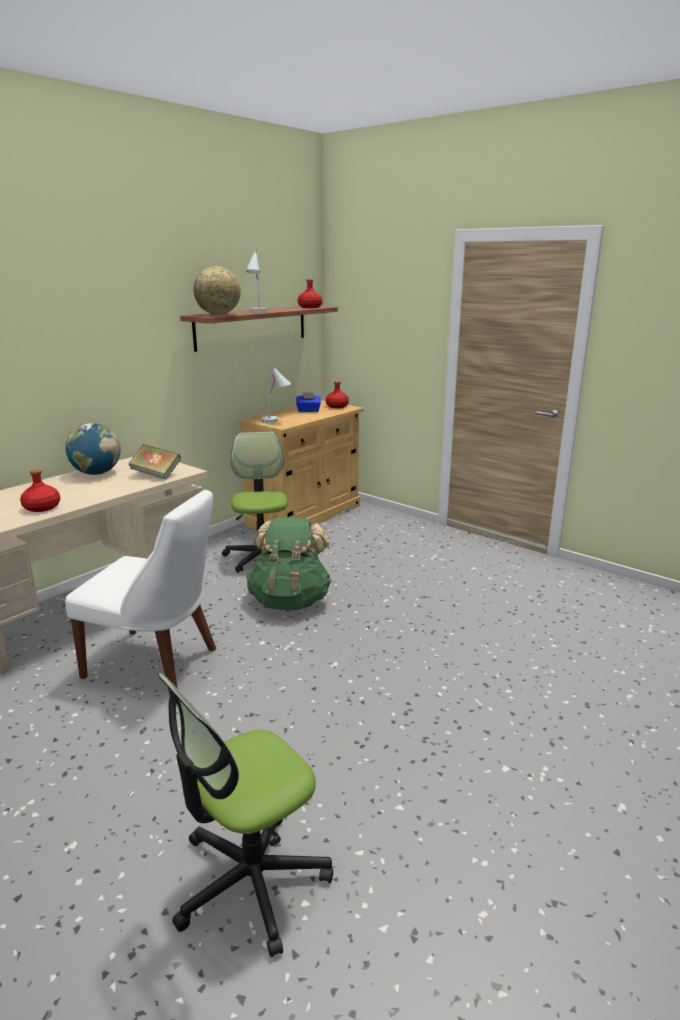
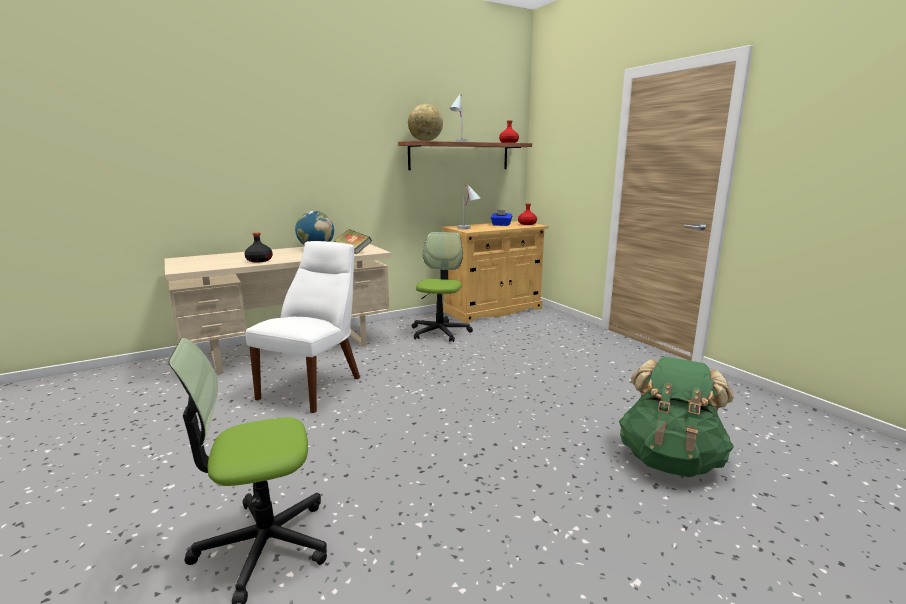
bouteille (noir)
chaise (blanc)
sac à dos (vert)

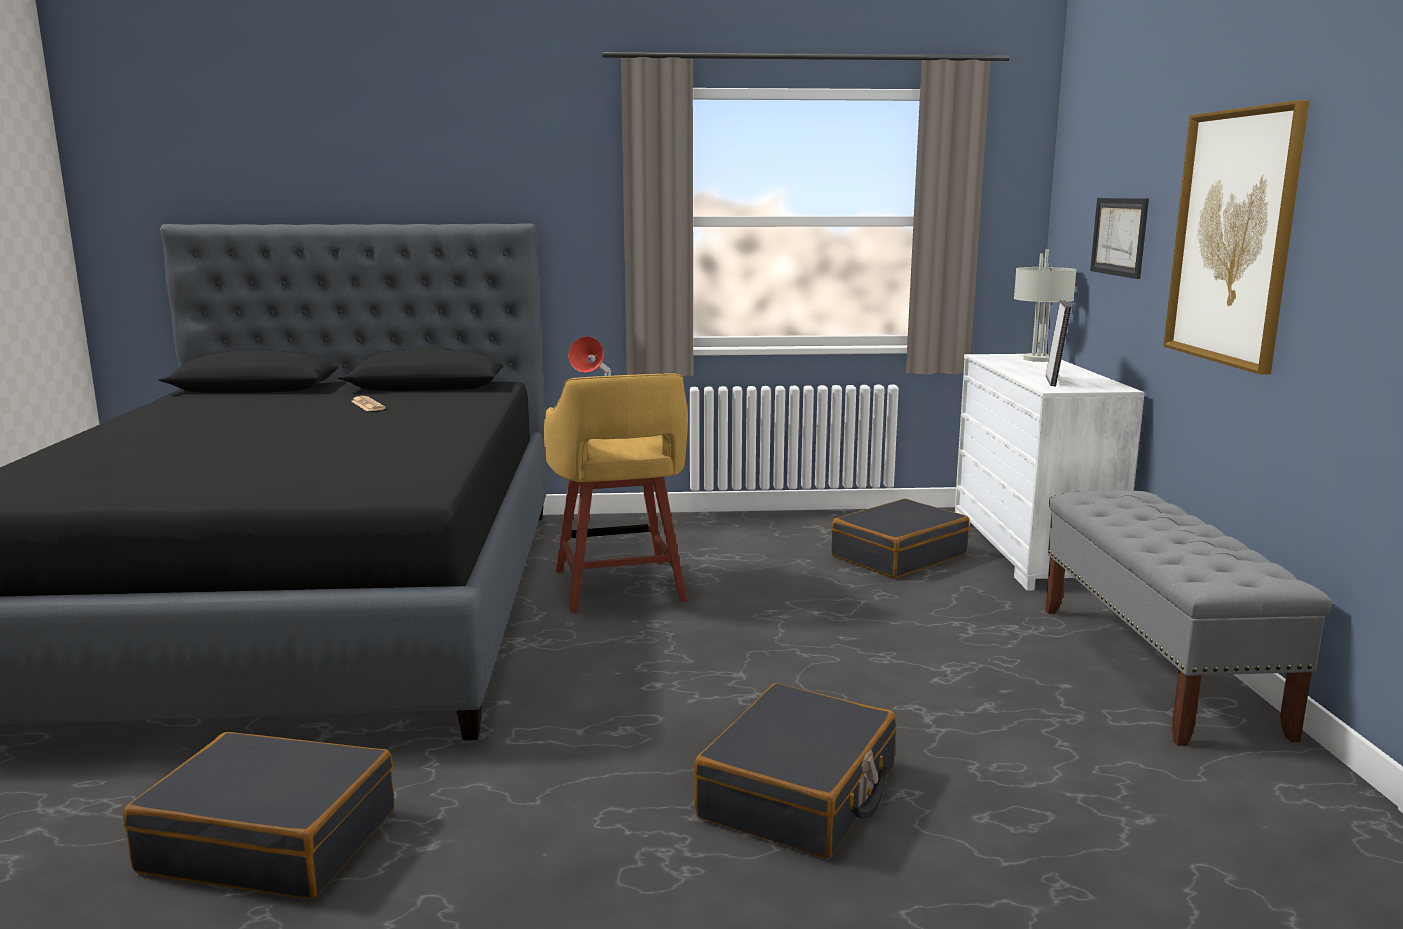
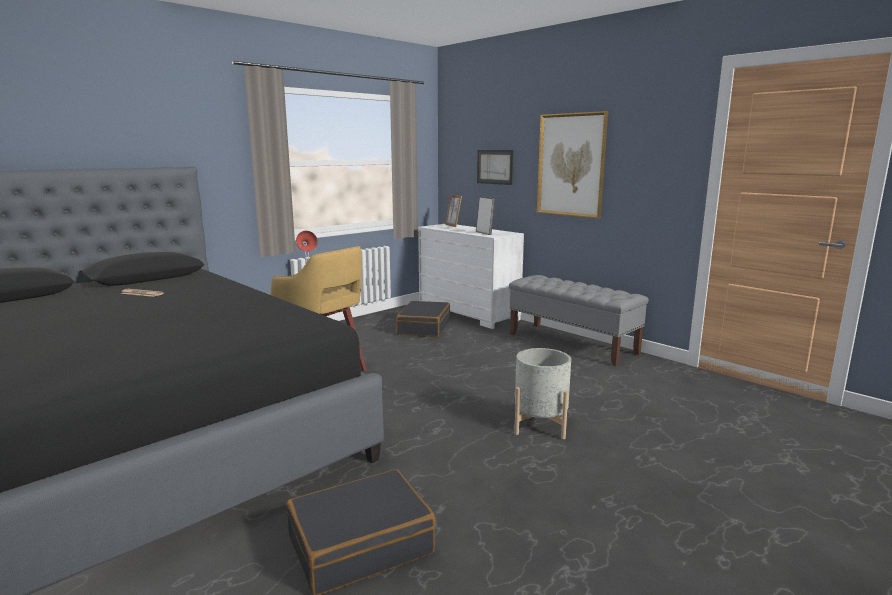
cadre photo (1st from left)
cache-pot (gris)

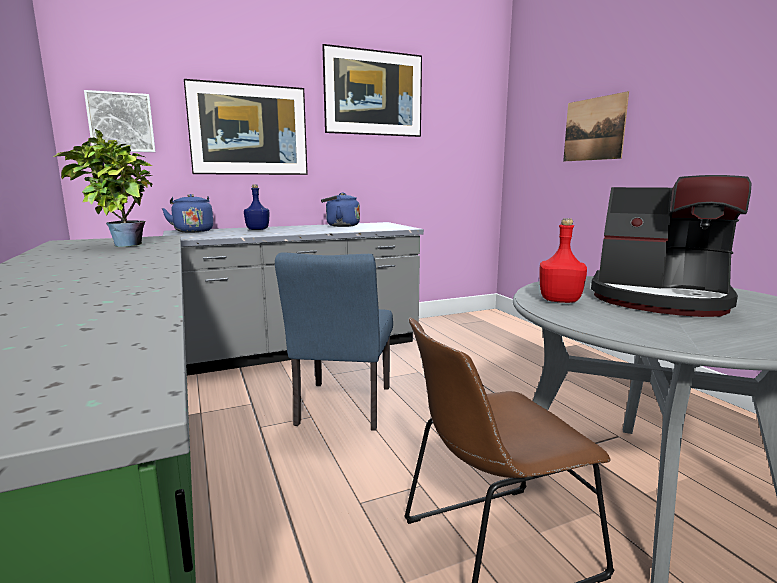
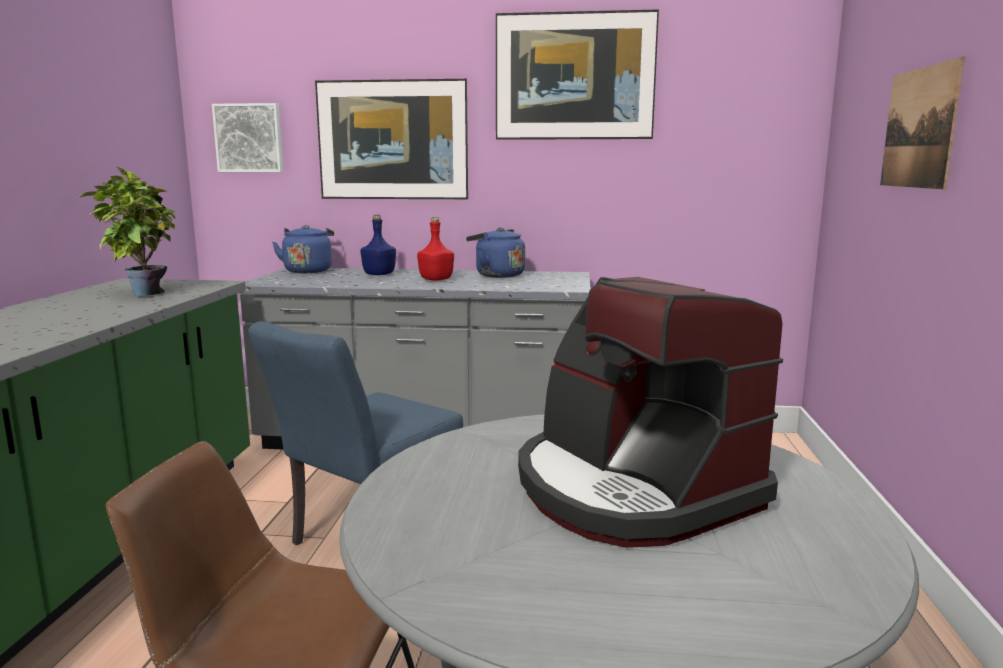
bouteille (rouge)

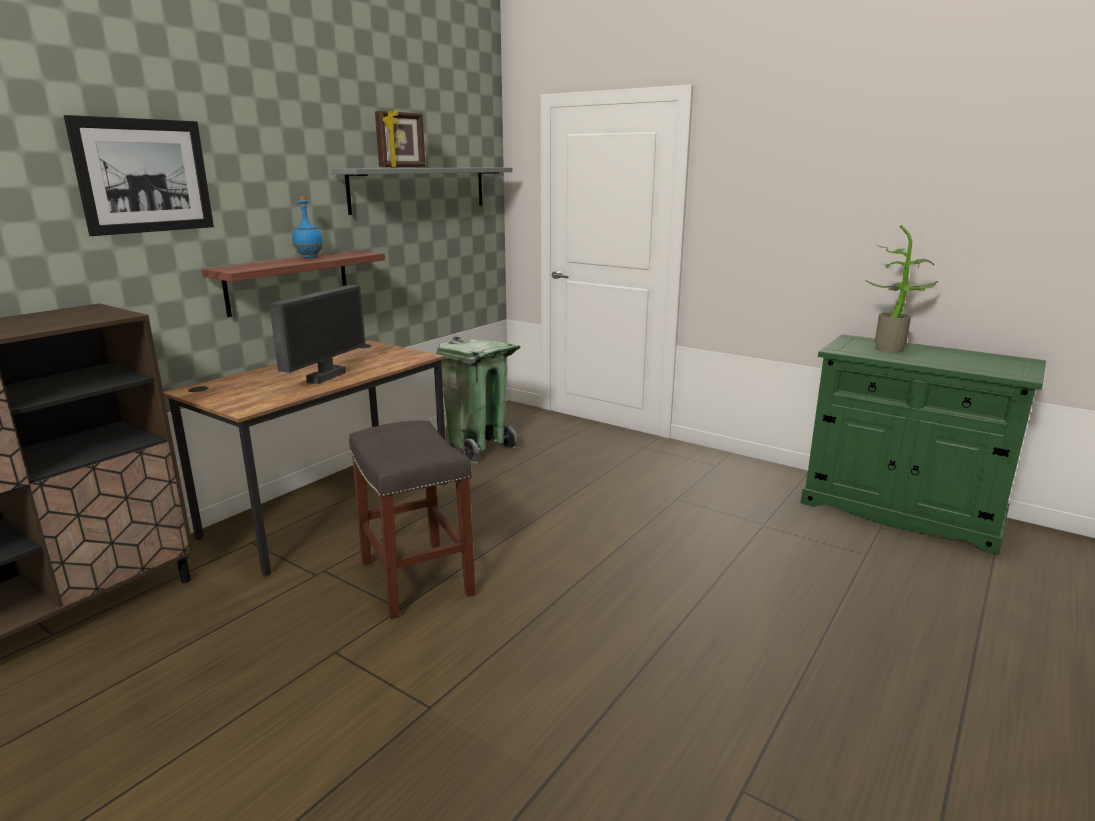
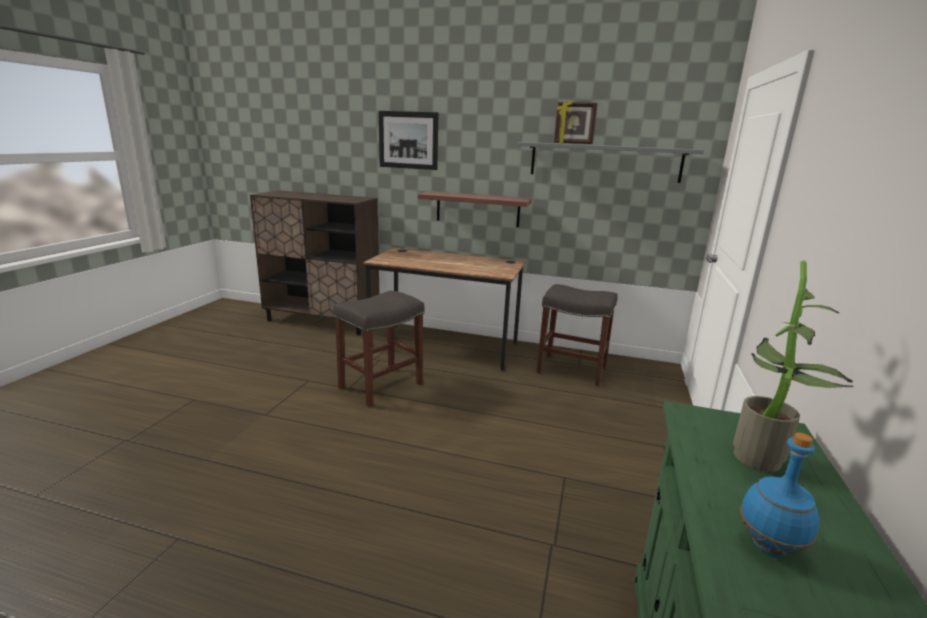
tabouret (gris) (2nd from left)
bouteille (bleu)
écran d'ordinateur

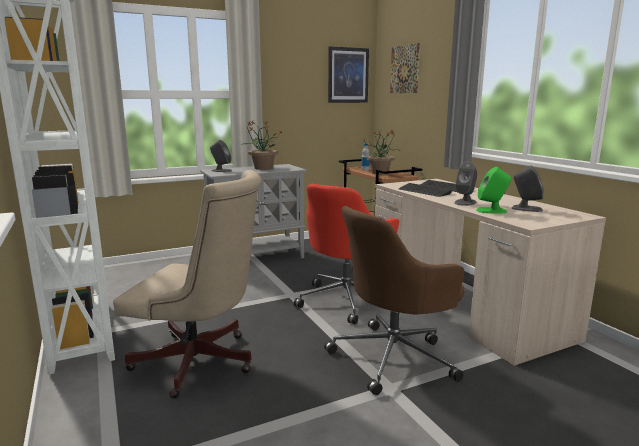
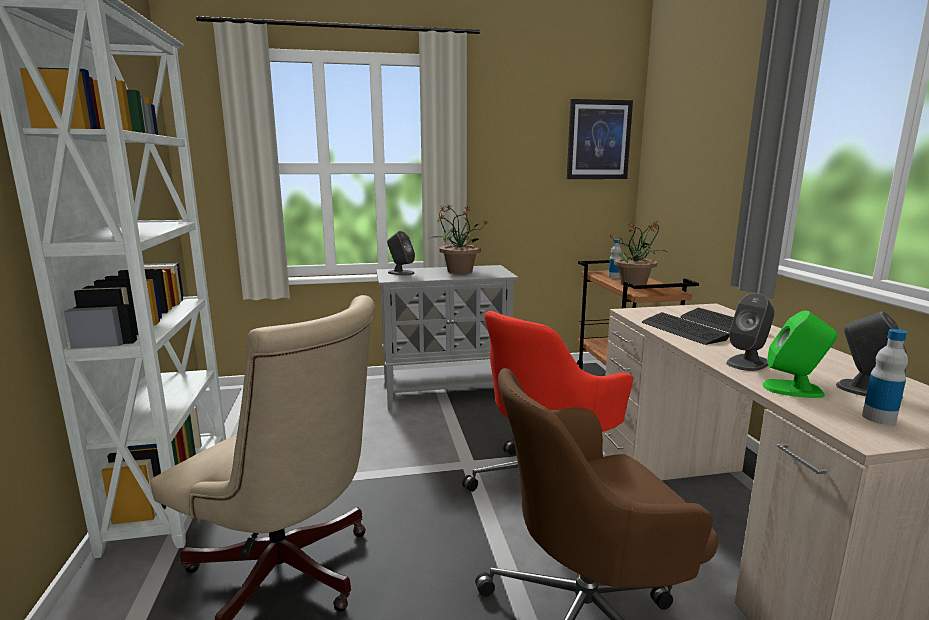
bouteille (2nd from left)
tableau (2nd from left in the first image)

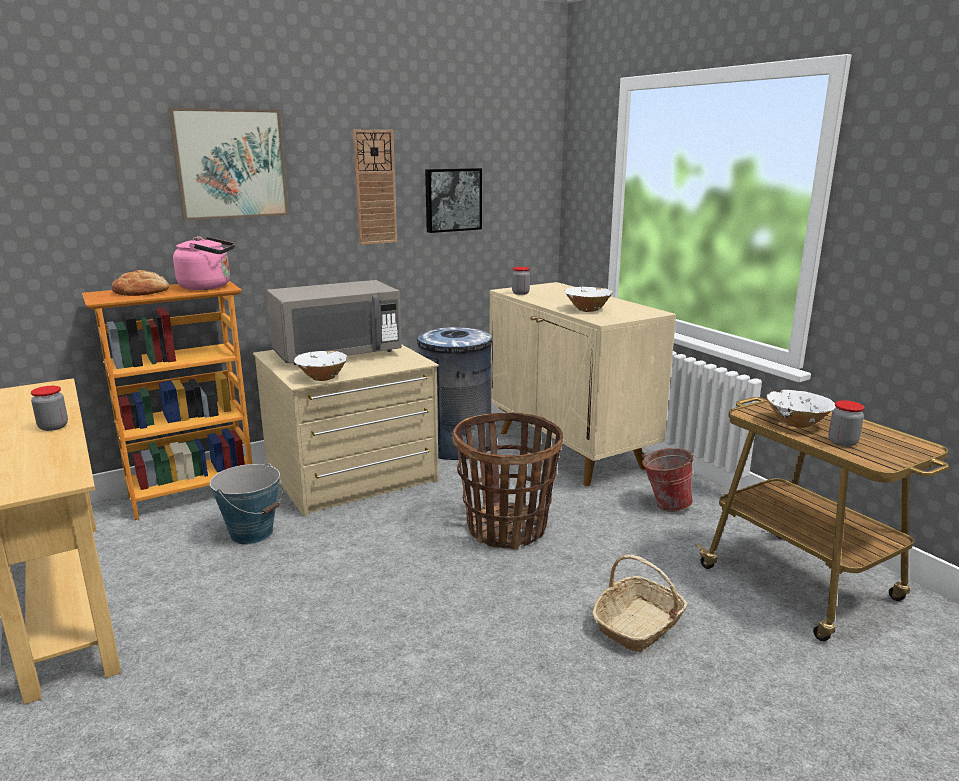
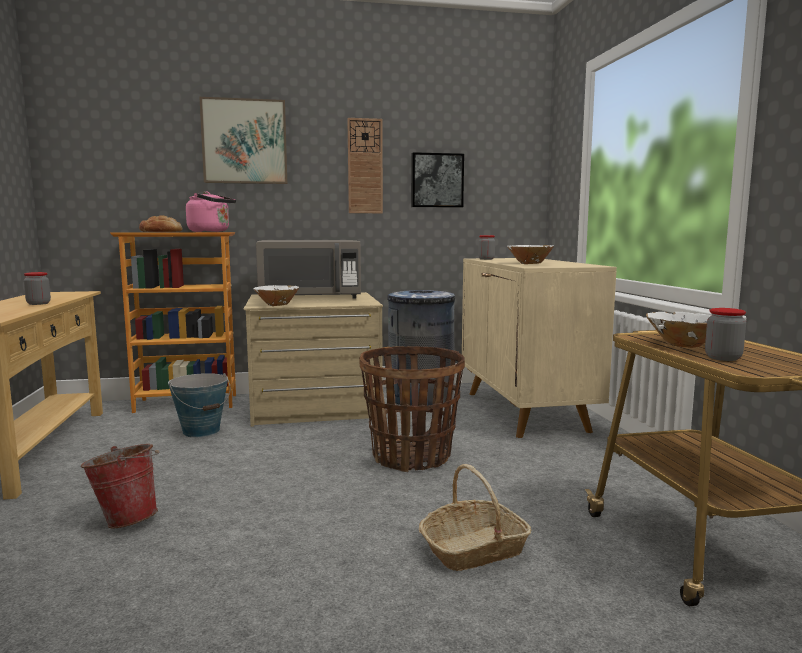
seau (1st from left)

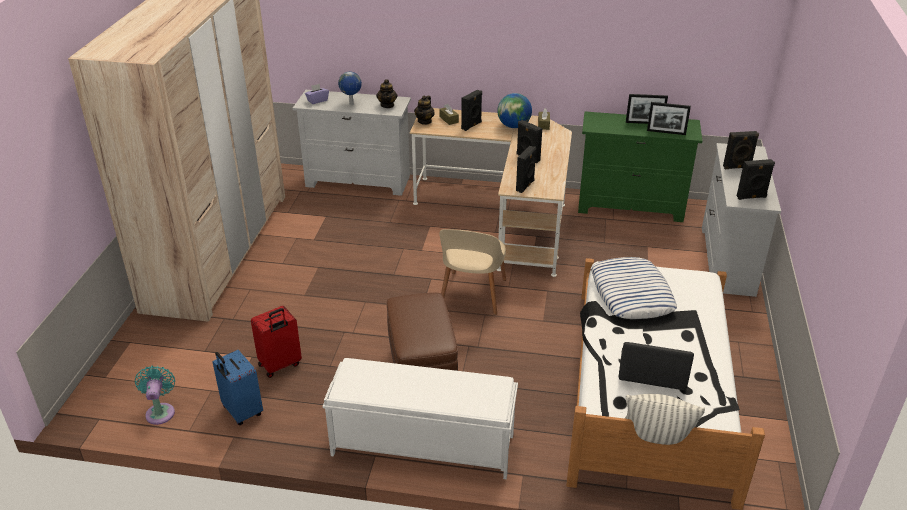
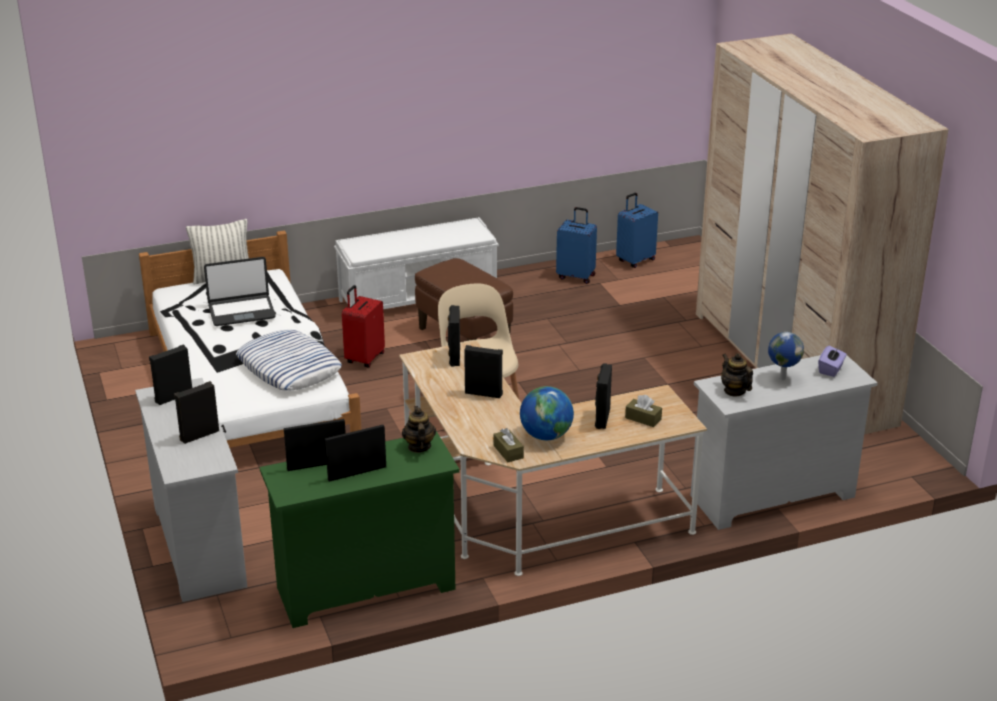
valise (rouge)
théière (1st from left)
valise (bleu) (2nd from left)

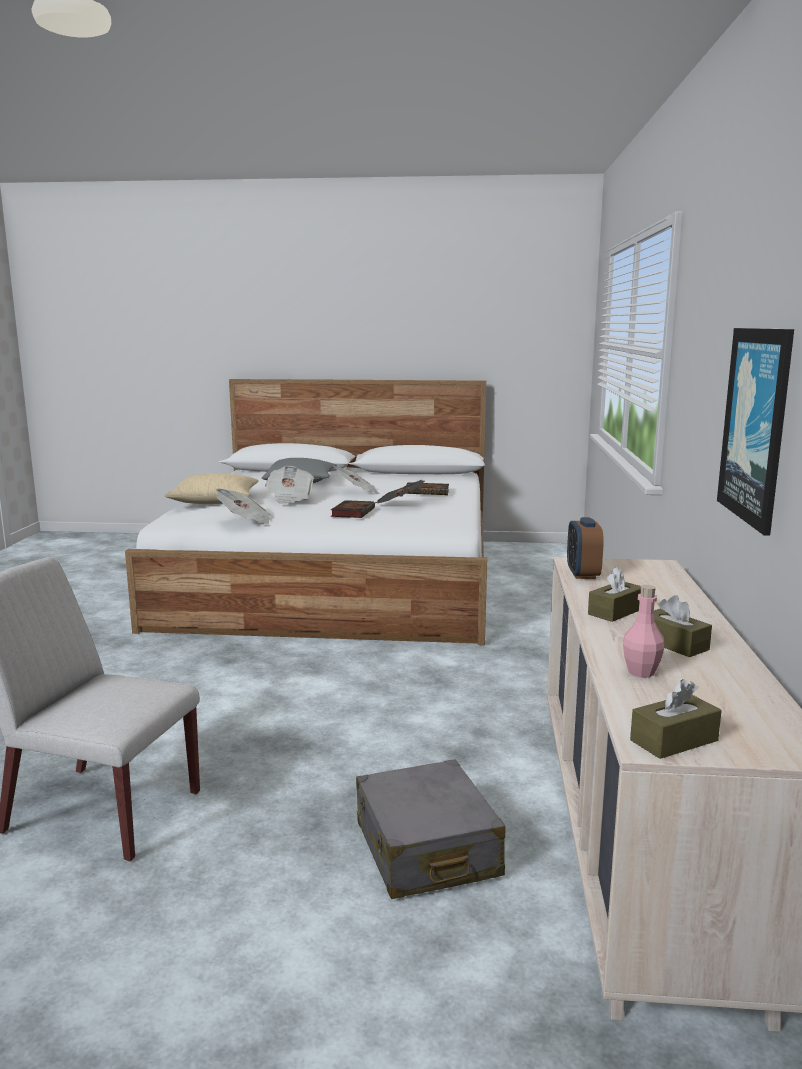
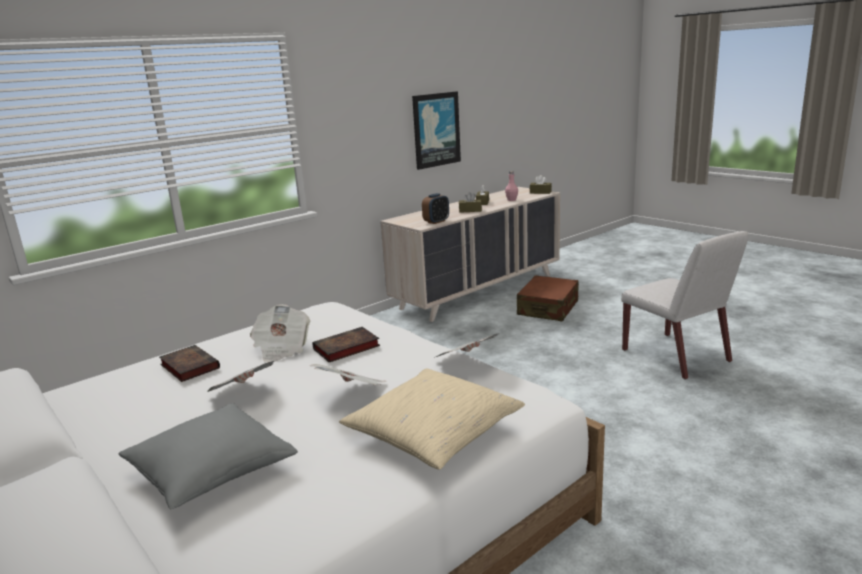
valise (marron)

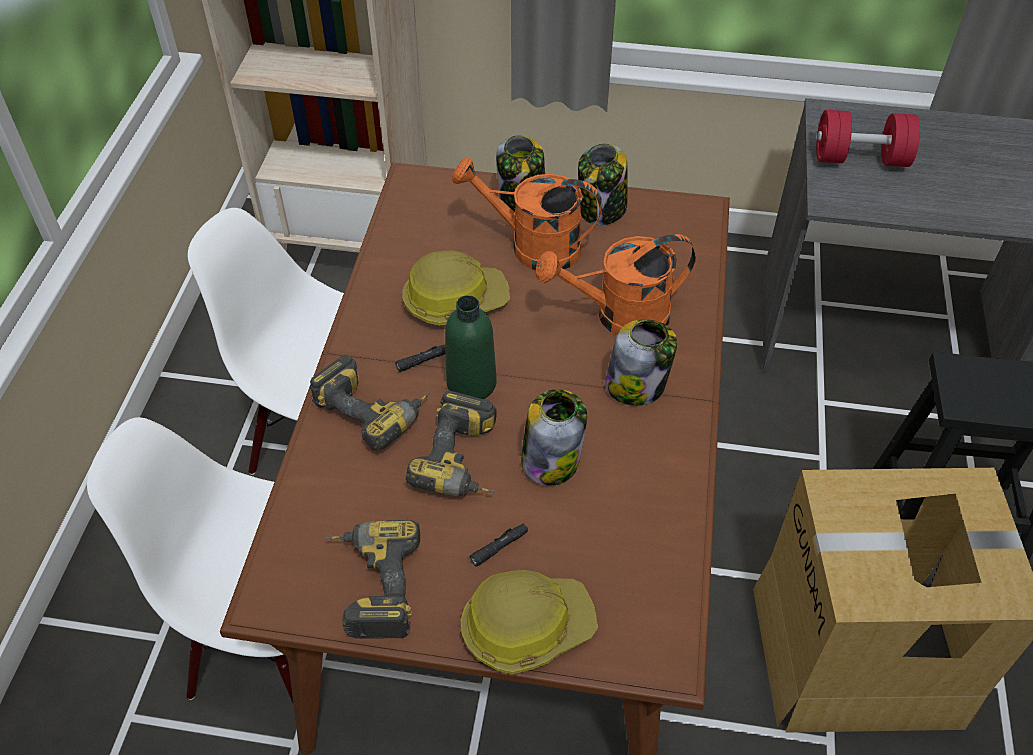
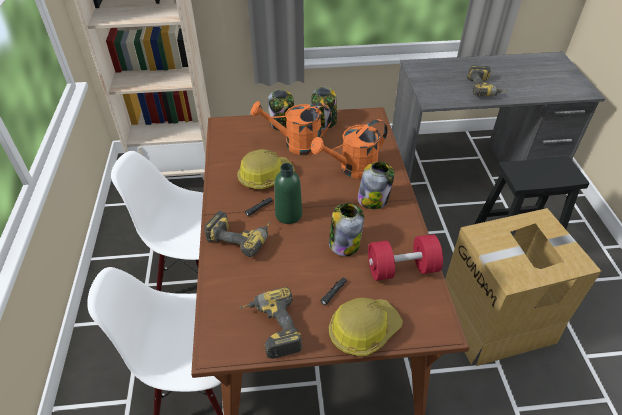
haltère (rouge)
perceuse (3rd from left)

